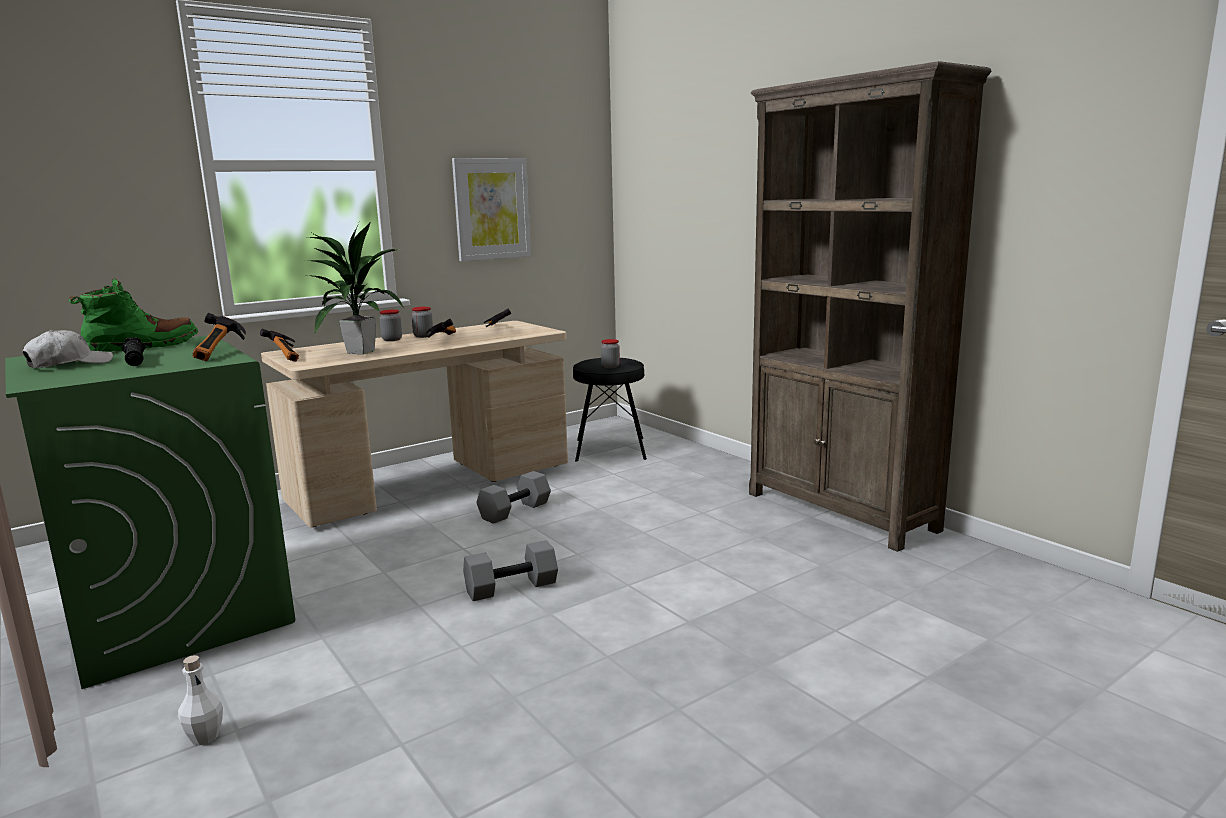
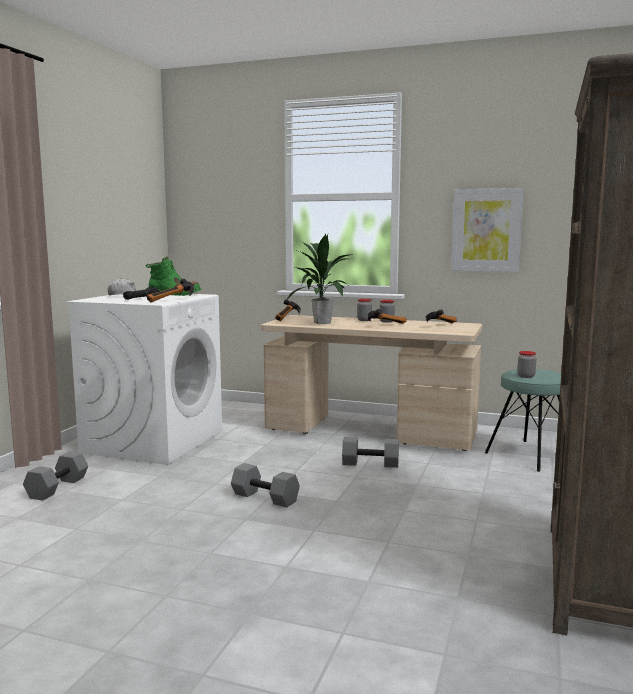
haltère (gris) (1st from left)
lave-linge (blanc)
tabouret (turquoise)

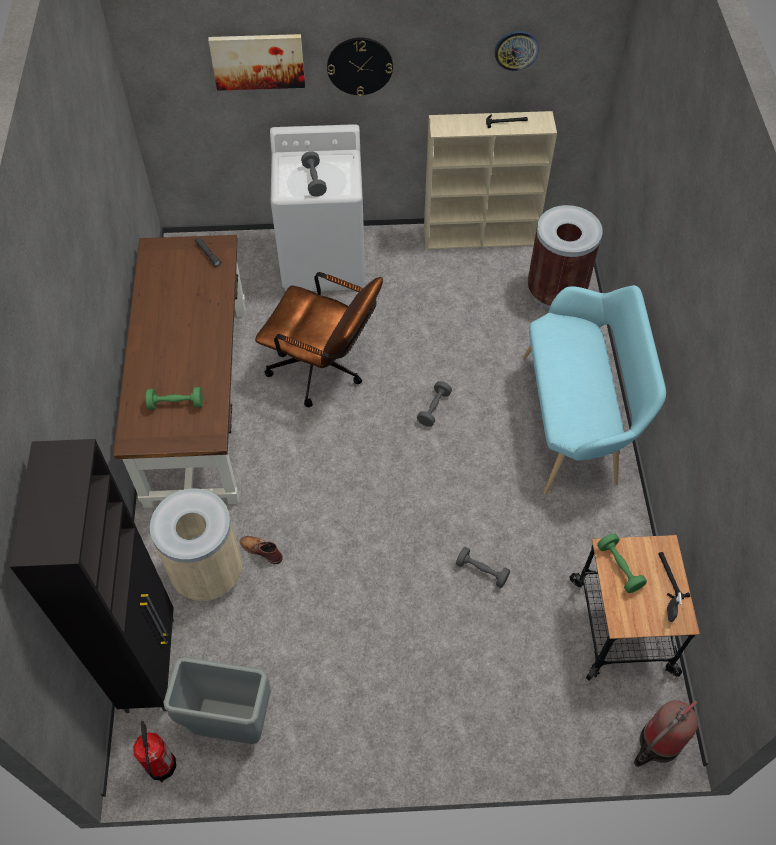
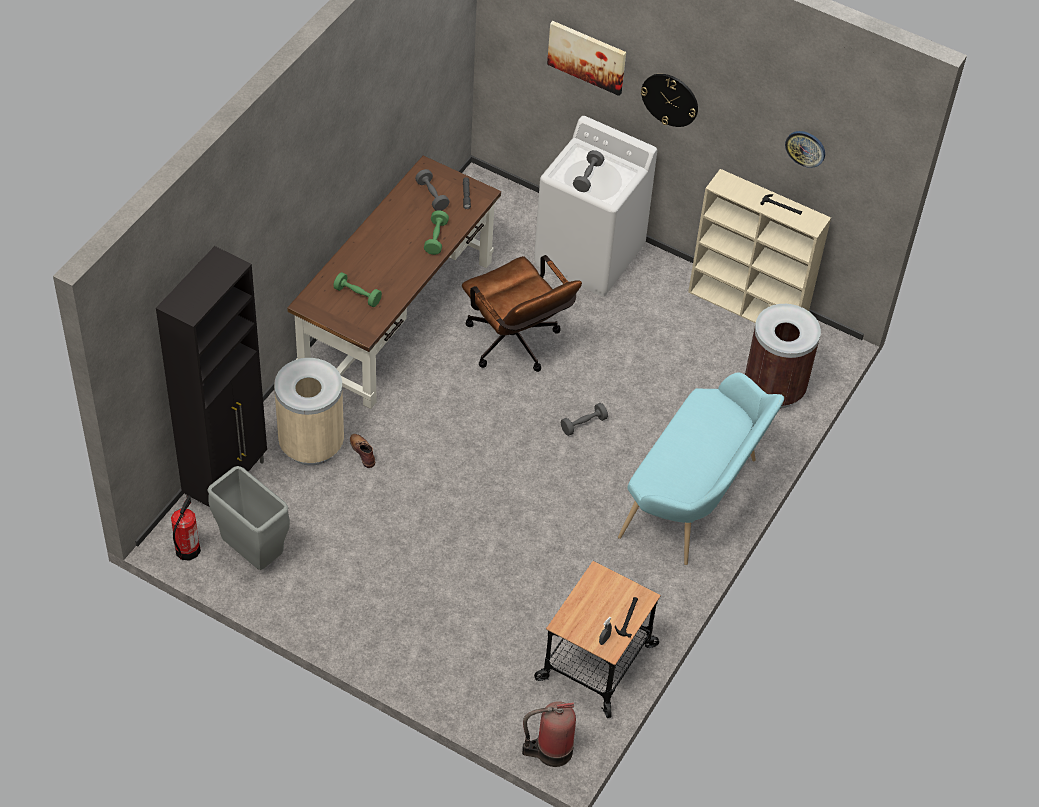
haltère (gris) (1st from left)
haltère (vert) (2nd from left)

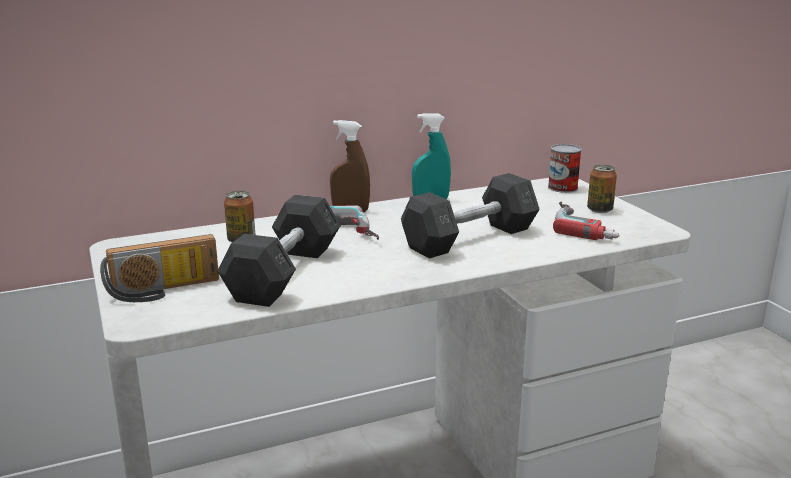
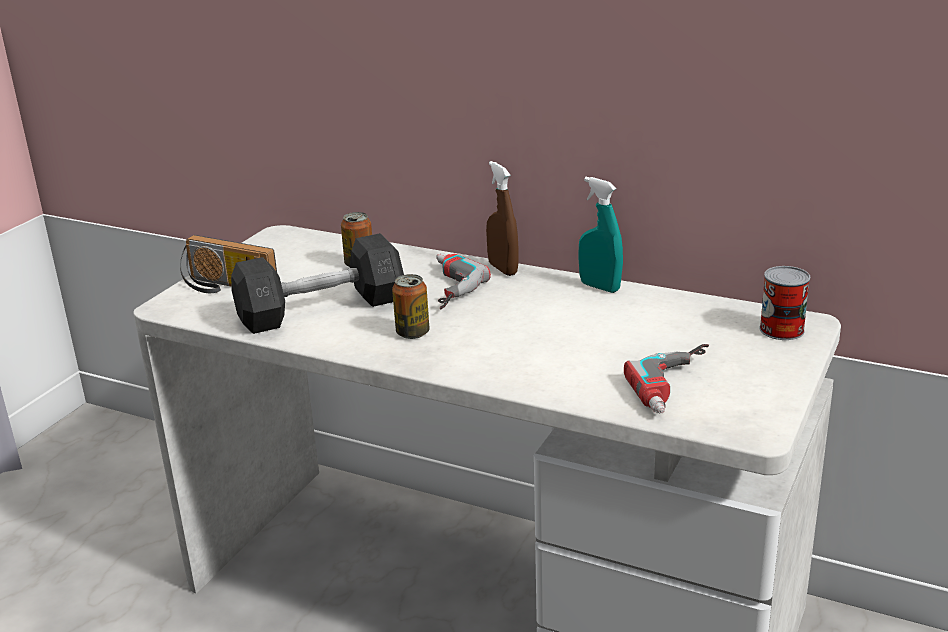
boîte métallique (2nd from left)
haltère (gris) (2nd from left in the first image)

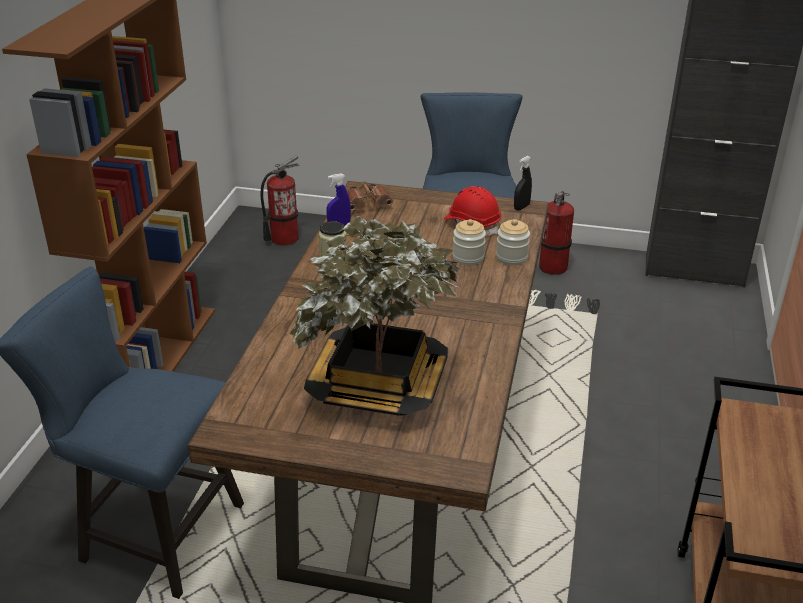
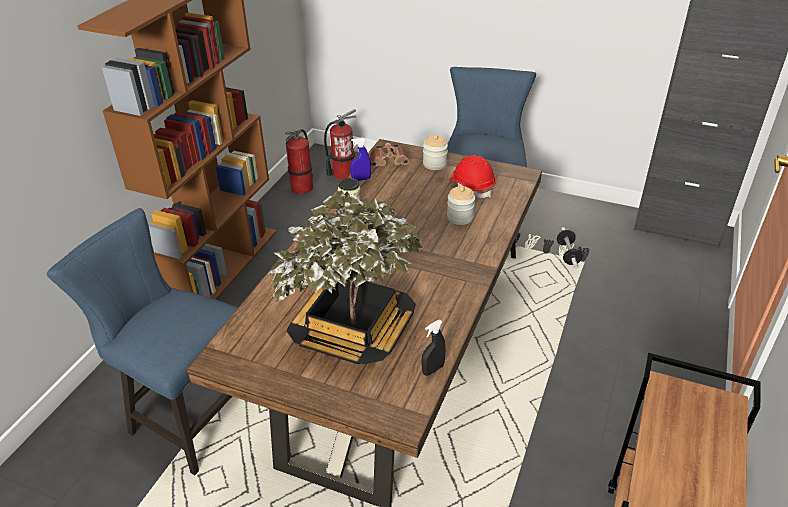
extincteur (1st from left)
vaporisateur (noir)
bocal (2nd from left)
haltère

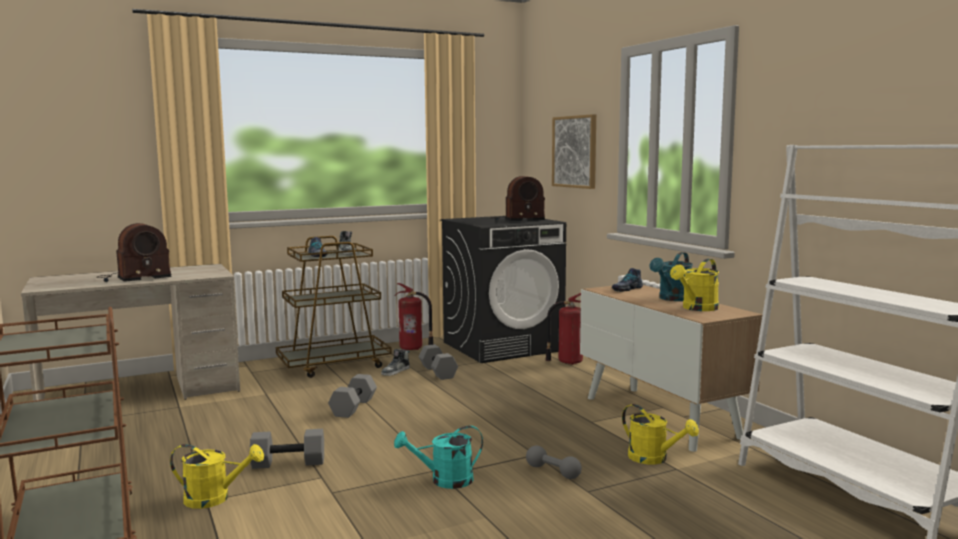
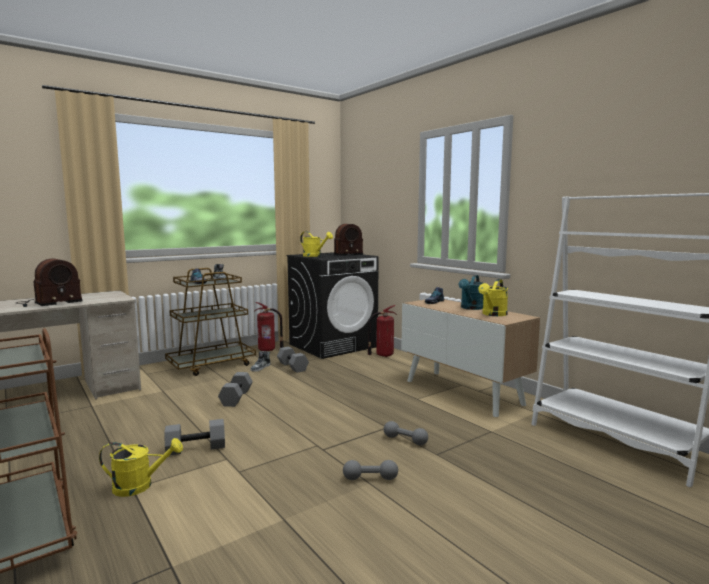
arrosoir (jaune) (2nd from left)
haltère (gris) (4th from left)
arrosoir (turquoise) (1st from left in the first image)
tableau

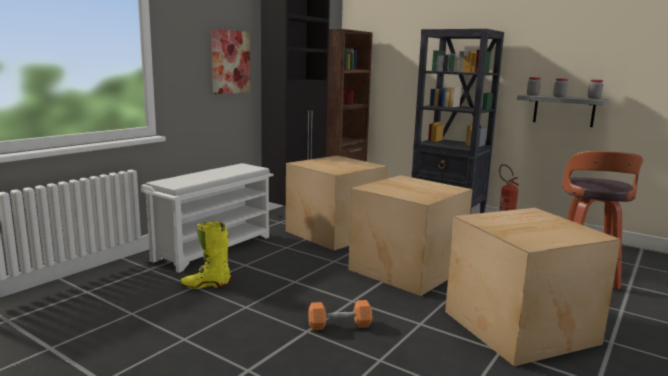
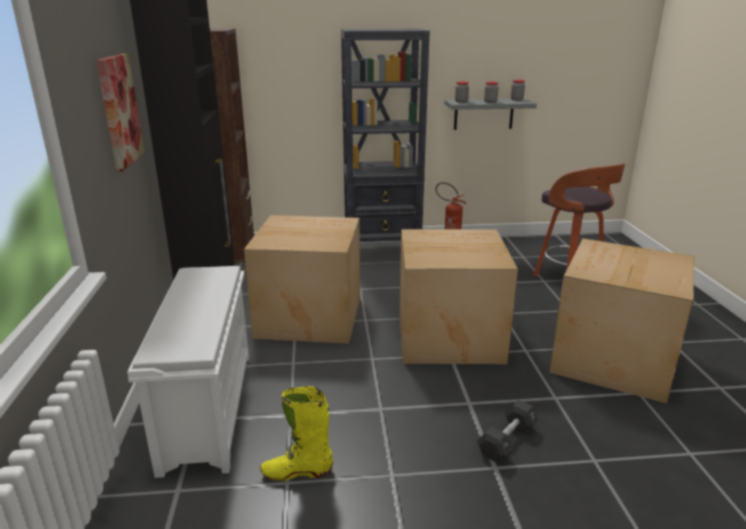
botte (jaune)
haltère (noir)

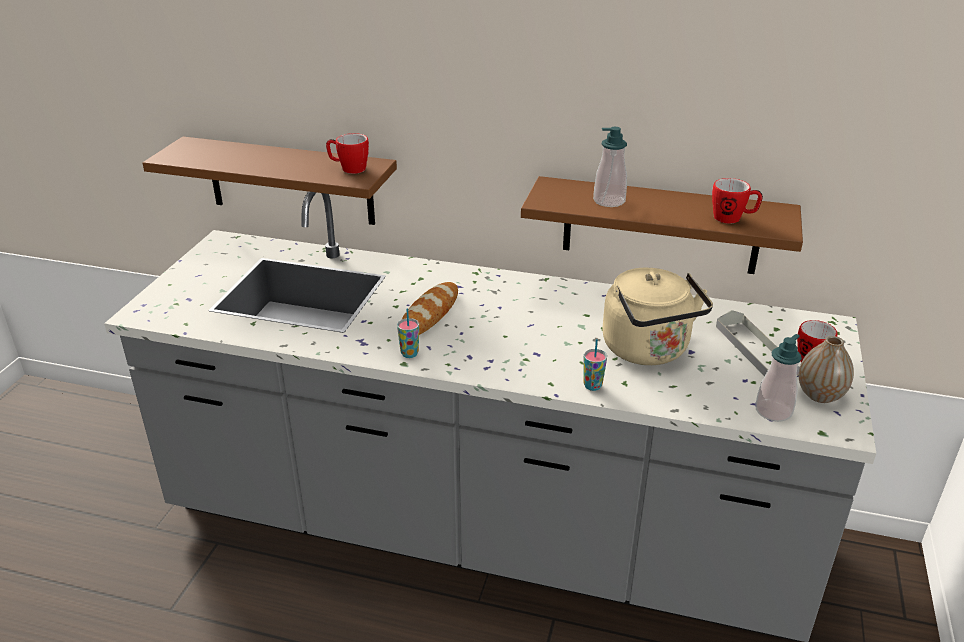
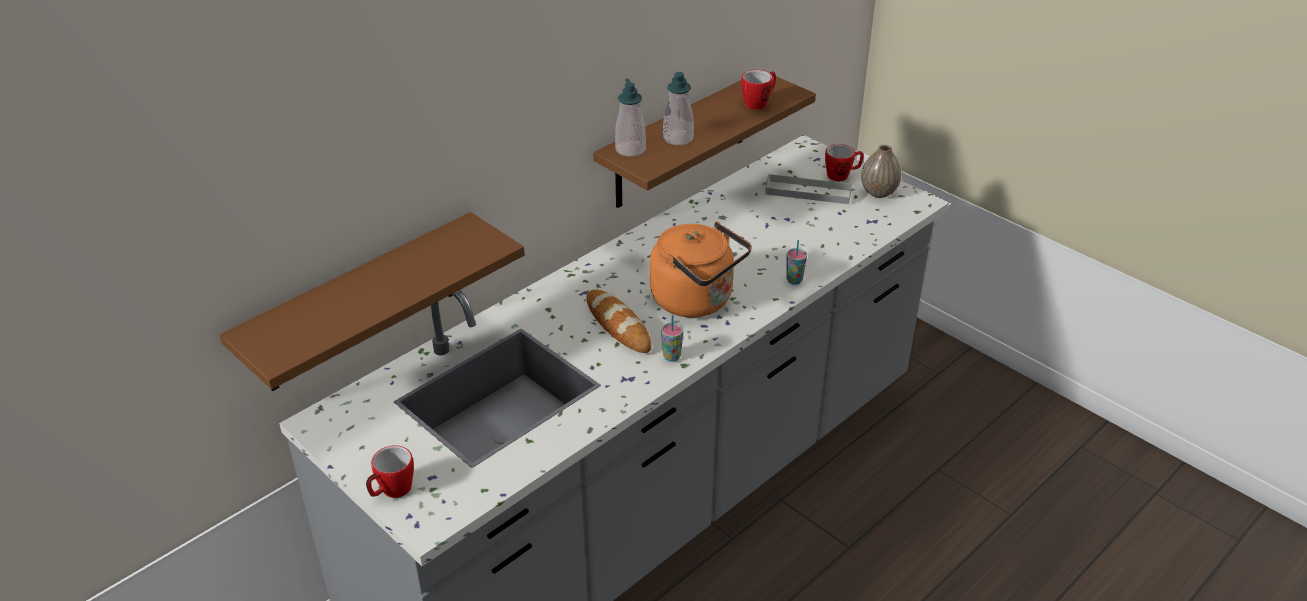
mug (1st from left)
distributeur de savon (1st from left)
bouilloire (orange)
bouilloire (beige)

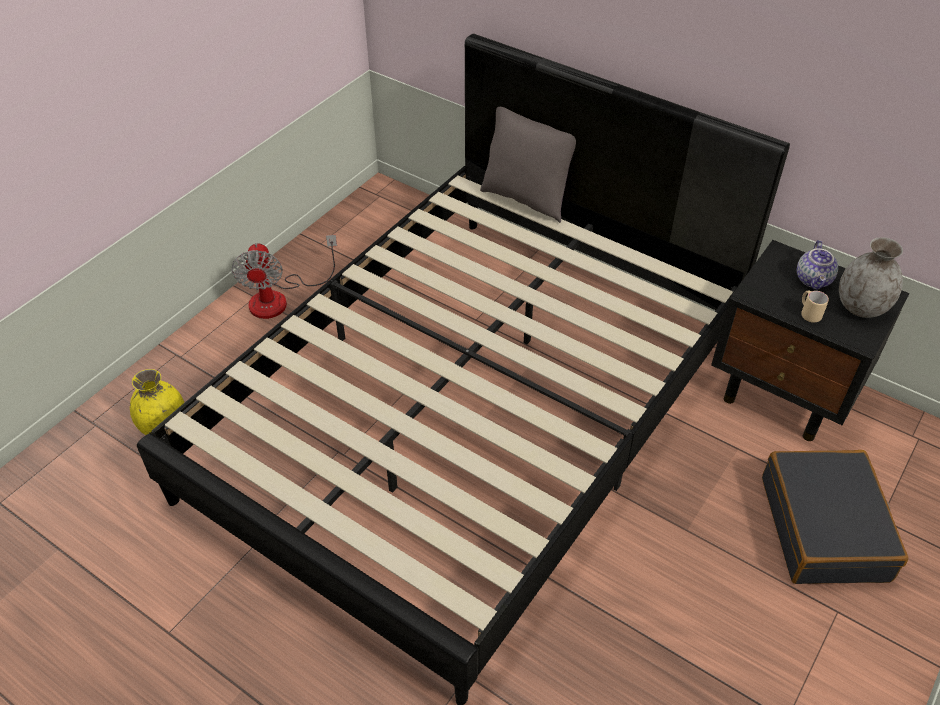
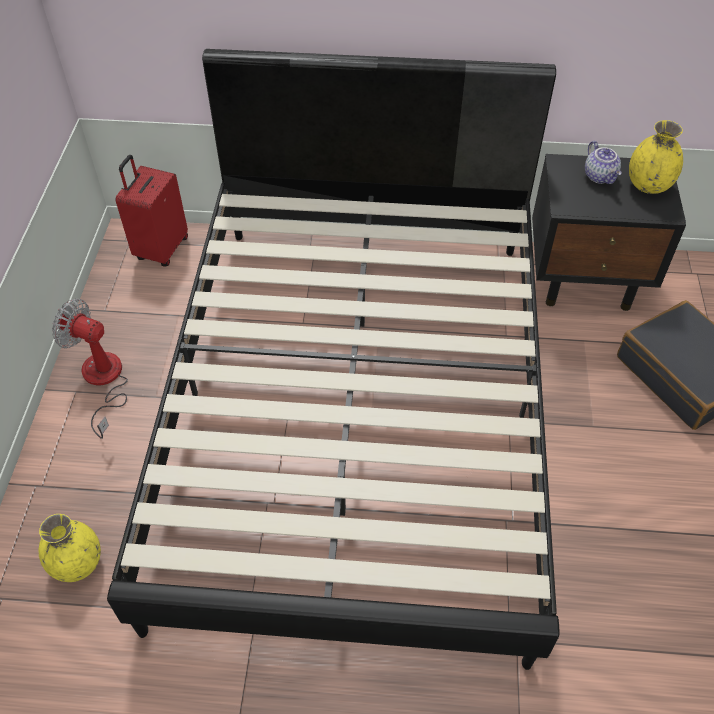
ventilateur
valise (rouge)
vase (jaune) (2nd from left)
coussin (gris)
mug (beige)

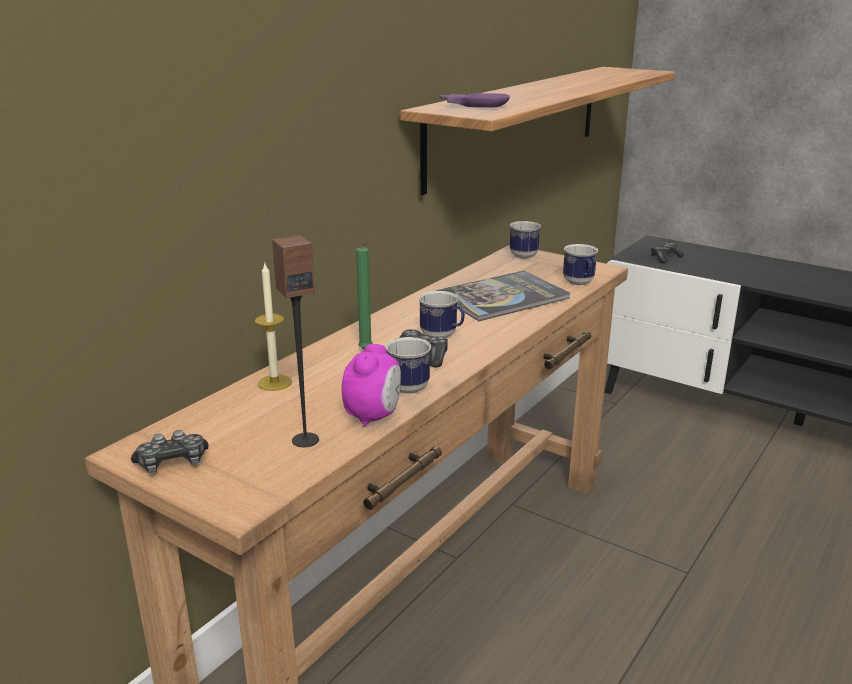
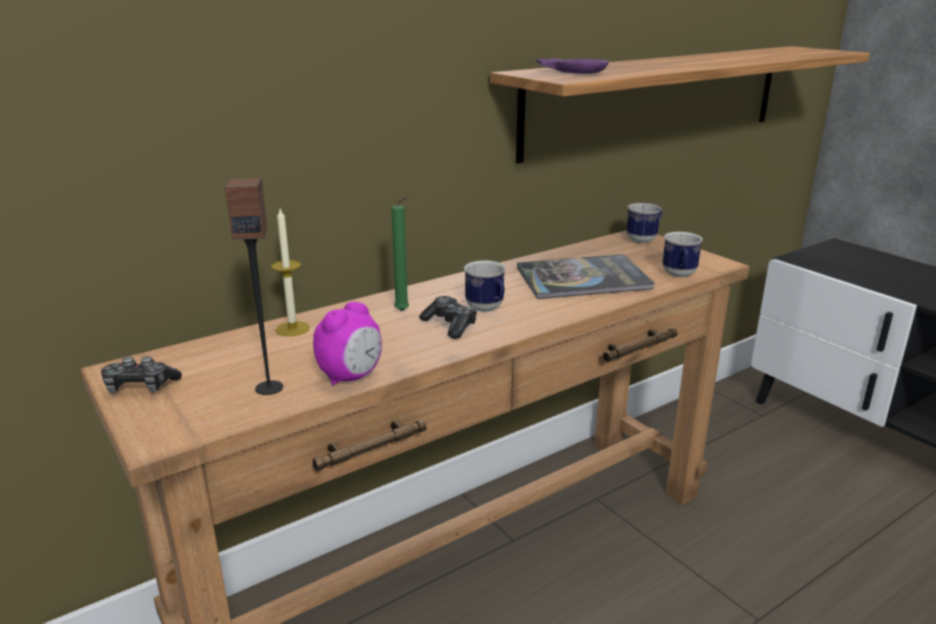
mug (1st from left in the first image)
manette (3rd from left in the first image)

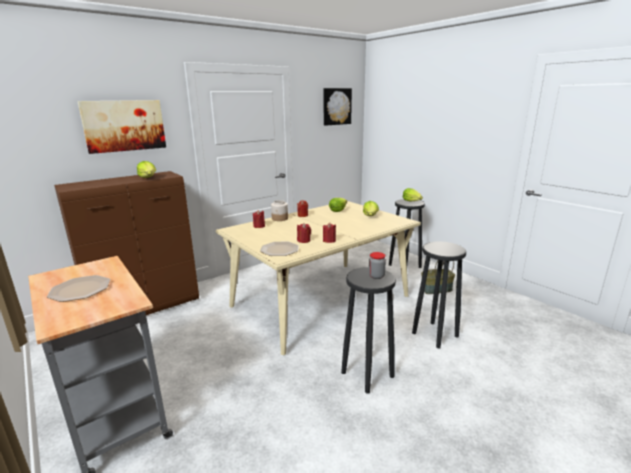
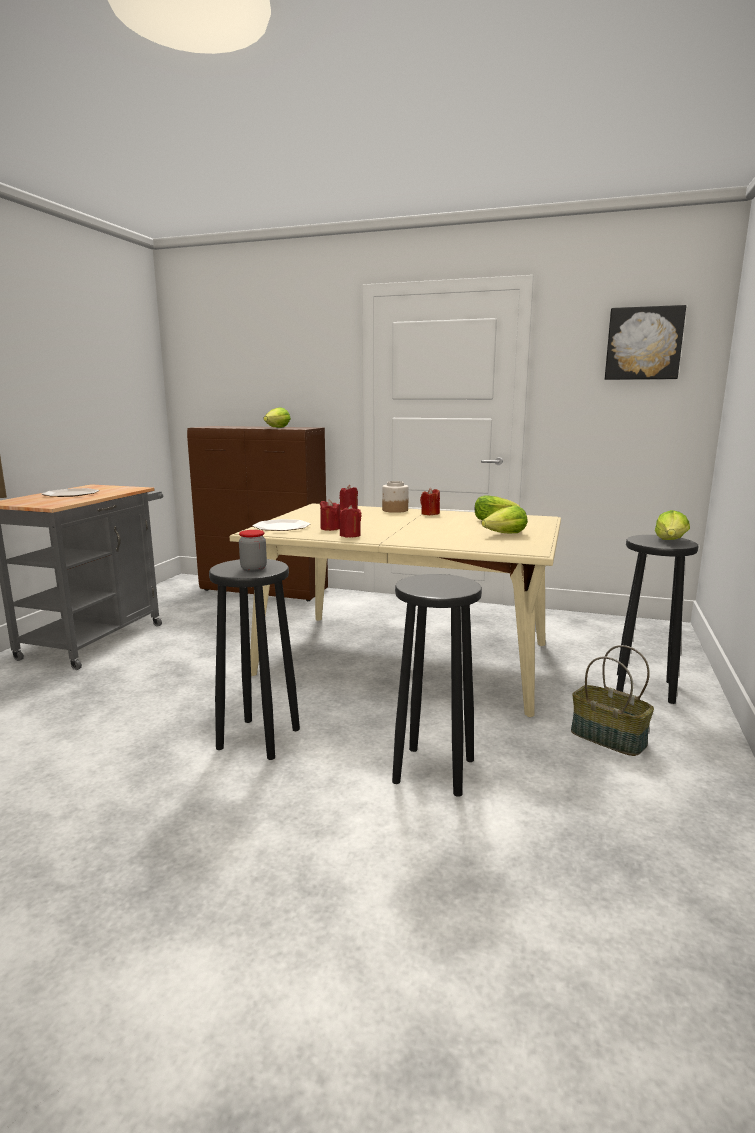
tableau (1st from left in the first image)

